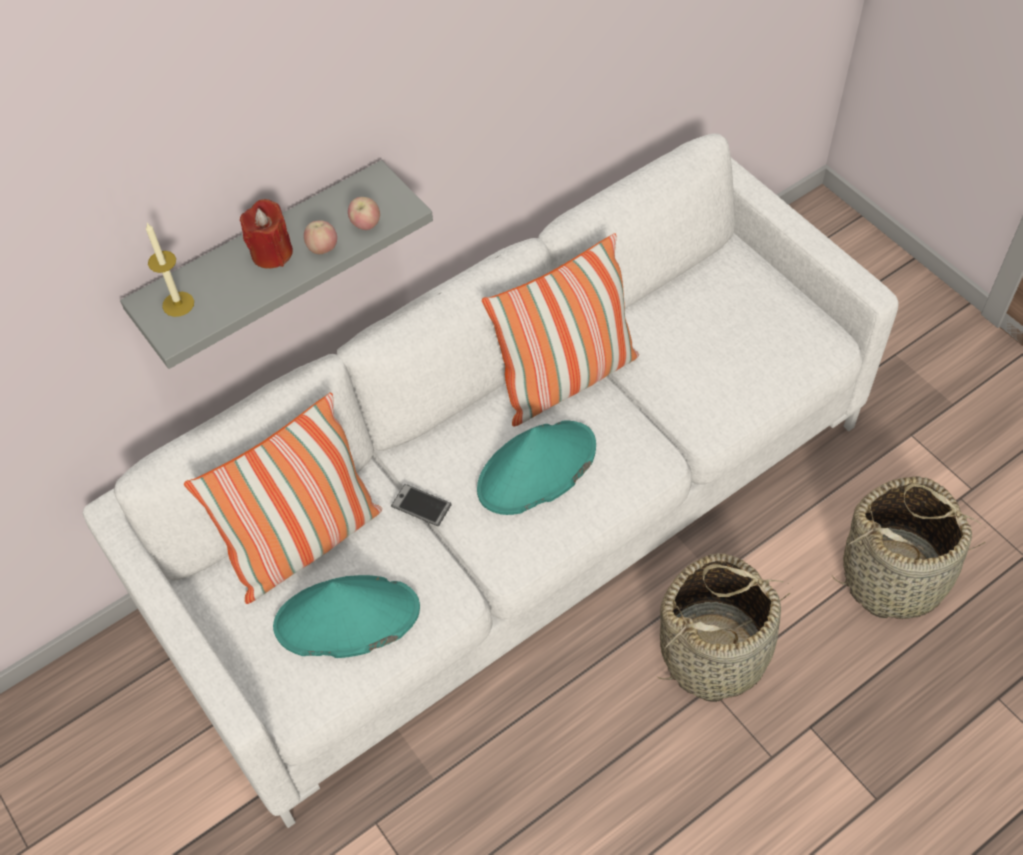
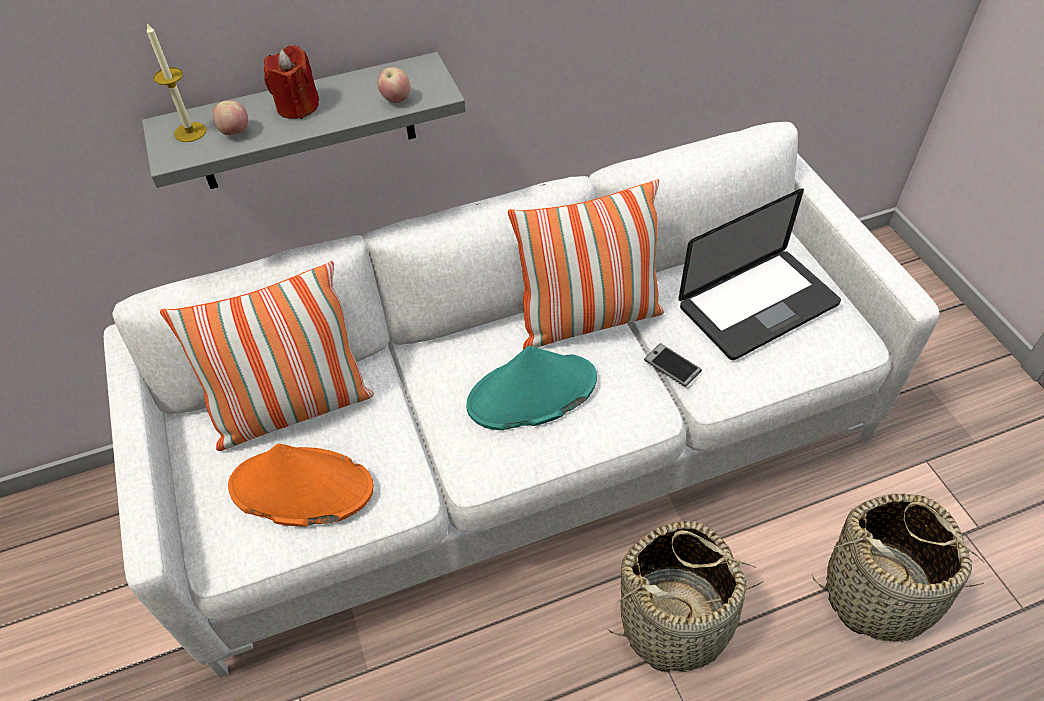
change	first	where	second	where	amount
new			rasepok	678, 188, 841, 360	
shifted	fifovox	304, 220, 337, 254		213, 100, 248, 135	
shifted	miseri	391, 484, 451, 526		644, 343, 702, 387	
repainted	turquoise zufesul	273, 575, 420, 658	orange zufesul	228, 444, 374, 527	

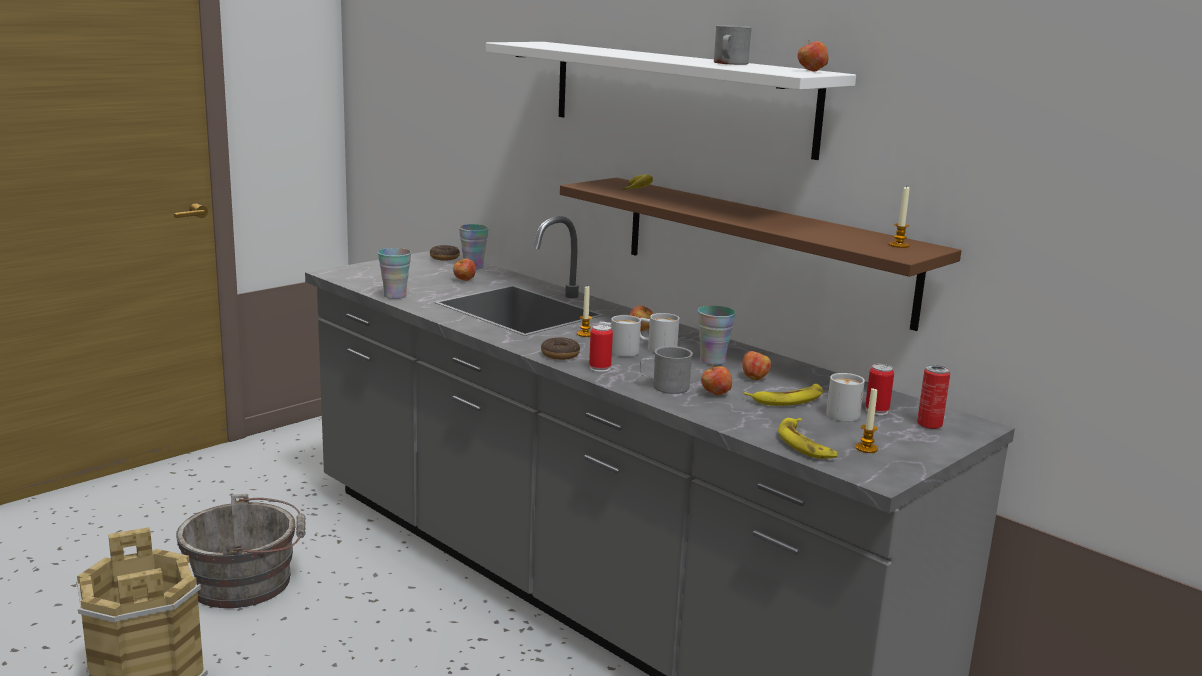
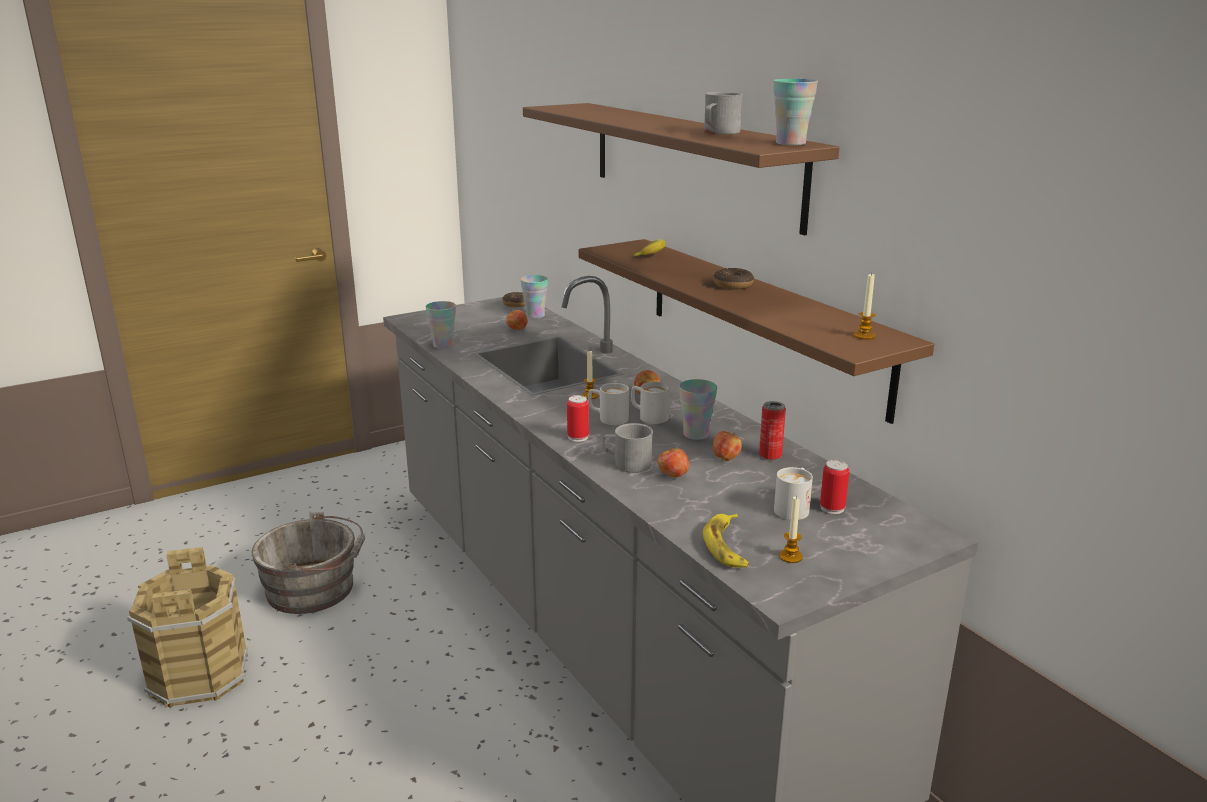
change	first	where	second	where	amount
gone	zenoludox	744, 383, 823, 406			
shifted	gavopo	541, 337, 580, 360		714, 268, 754, 290	
shifted	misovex	917, 365, 950, 429		759, 401, 786, 460	
swapped	fifovox	798, 40, 828, 72	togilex	773, 79, 818, 145	
repainted	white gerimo	486, 42, 856, 160	brown gerimo	523, 103, 839, 236	

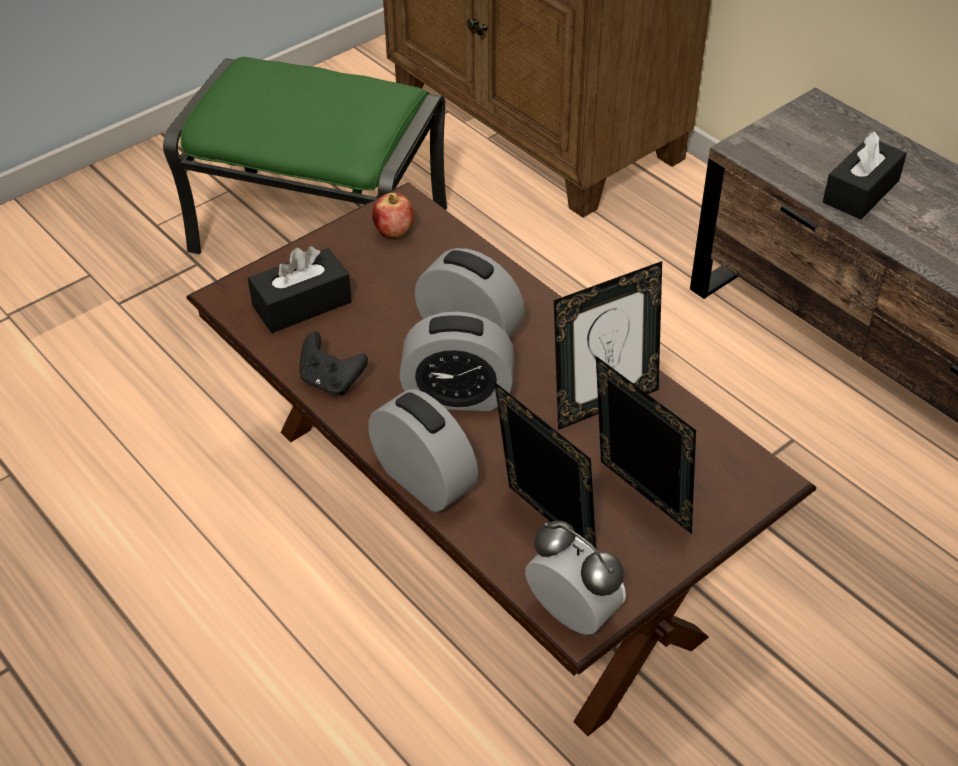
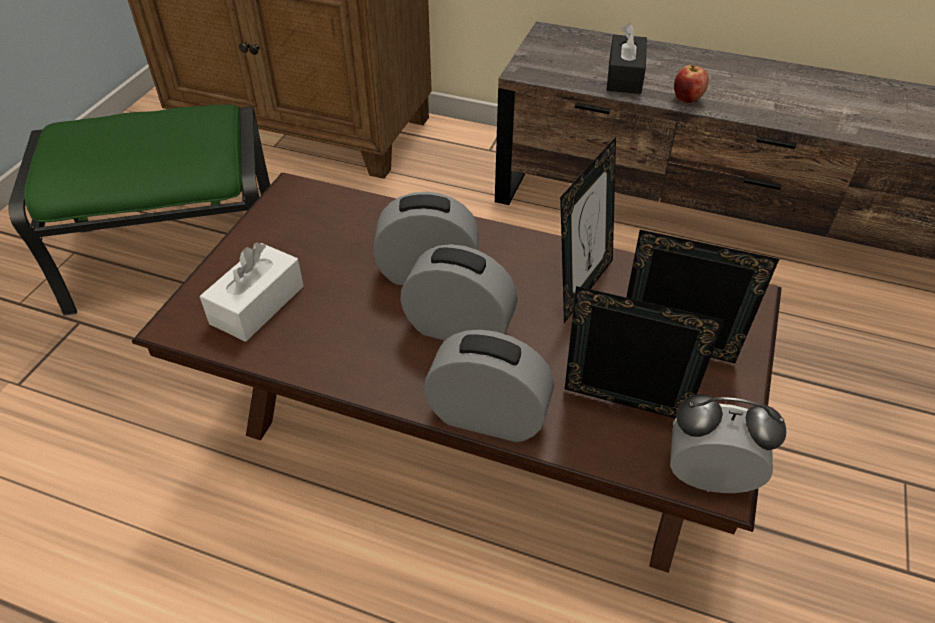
change	first	where	second	where	amount
gone	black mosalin	299, 332, 368, 395			
shifted	fifovox	372, 193, 415, 239		674, 65, 709, 103	
repainted	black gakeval	248, 246, 352, 333	white gakeval	200, 242, 304, 342	
rotated	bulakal	399, 311, 514, 411		400, 244, 518, 340	135 degrees counterclockwise

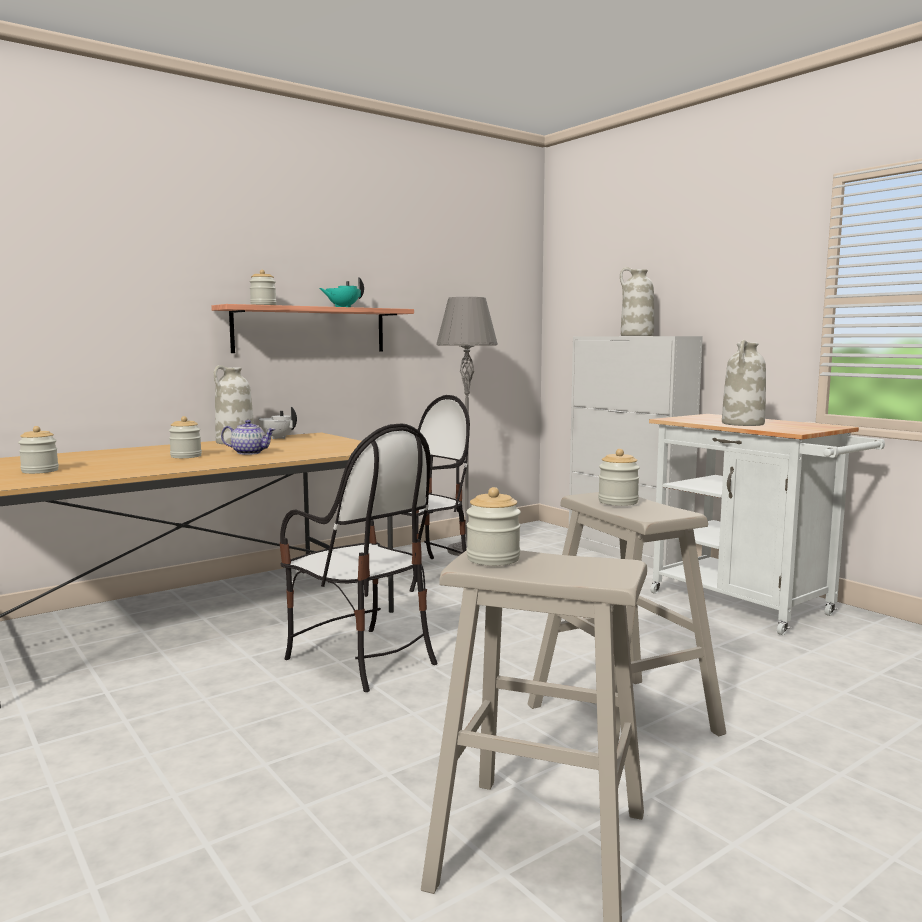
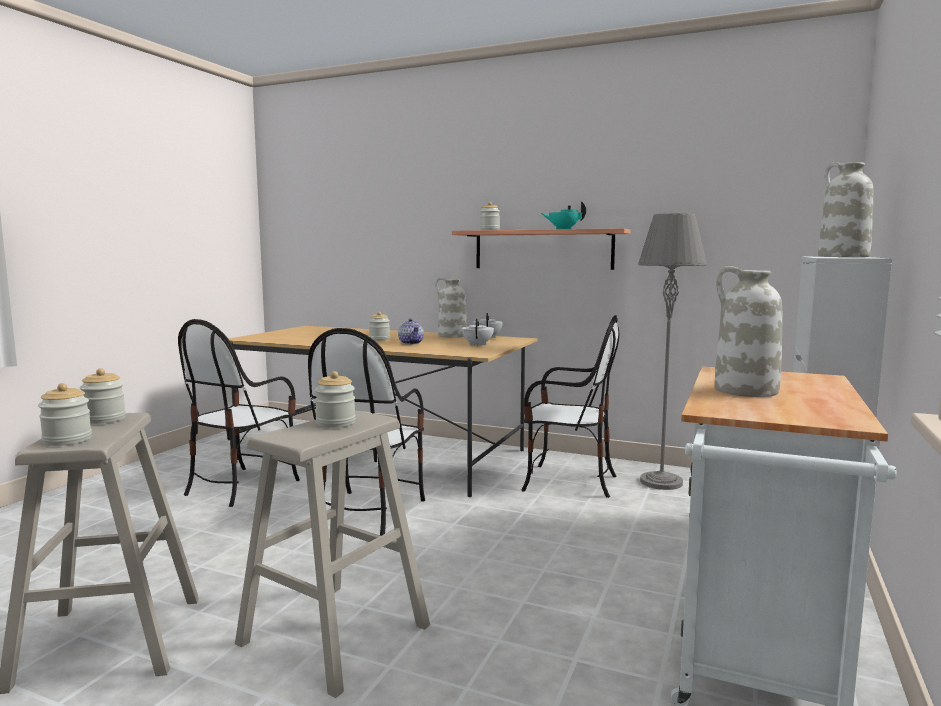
change	first	where	second	where	amount
new			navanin	178, 319, 300, 507	
new			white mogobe	462, 318, 494, 346	
shifted	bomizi	18, 426, 59, 474		38, 383, 92, 446	

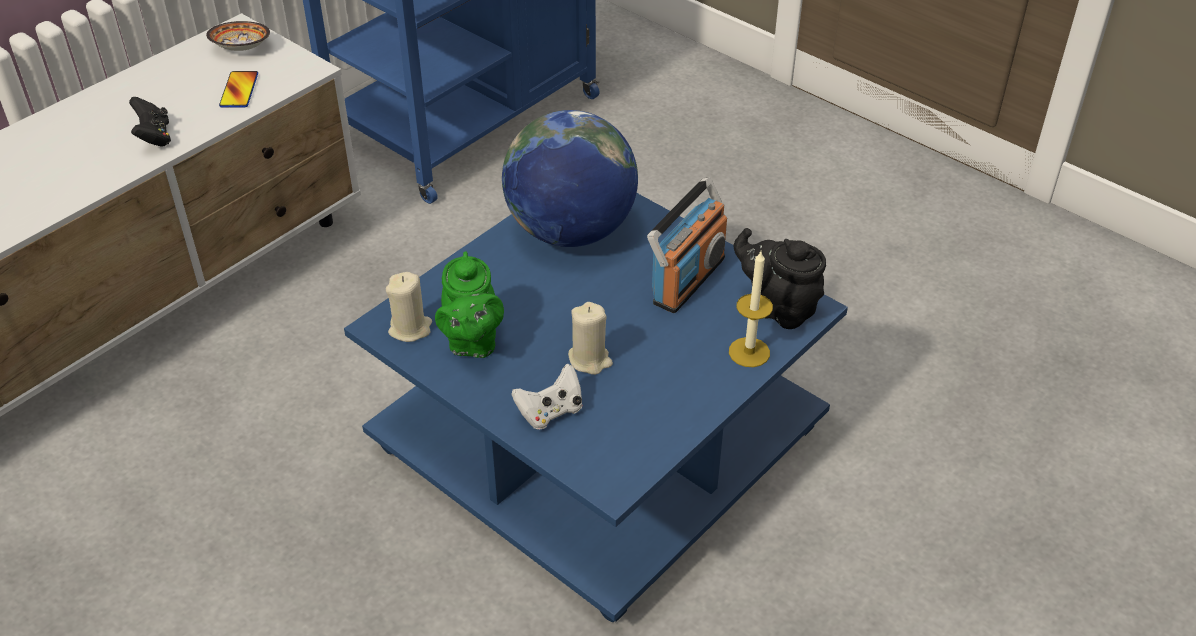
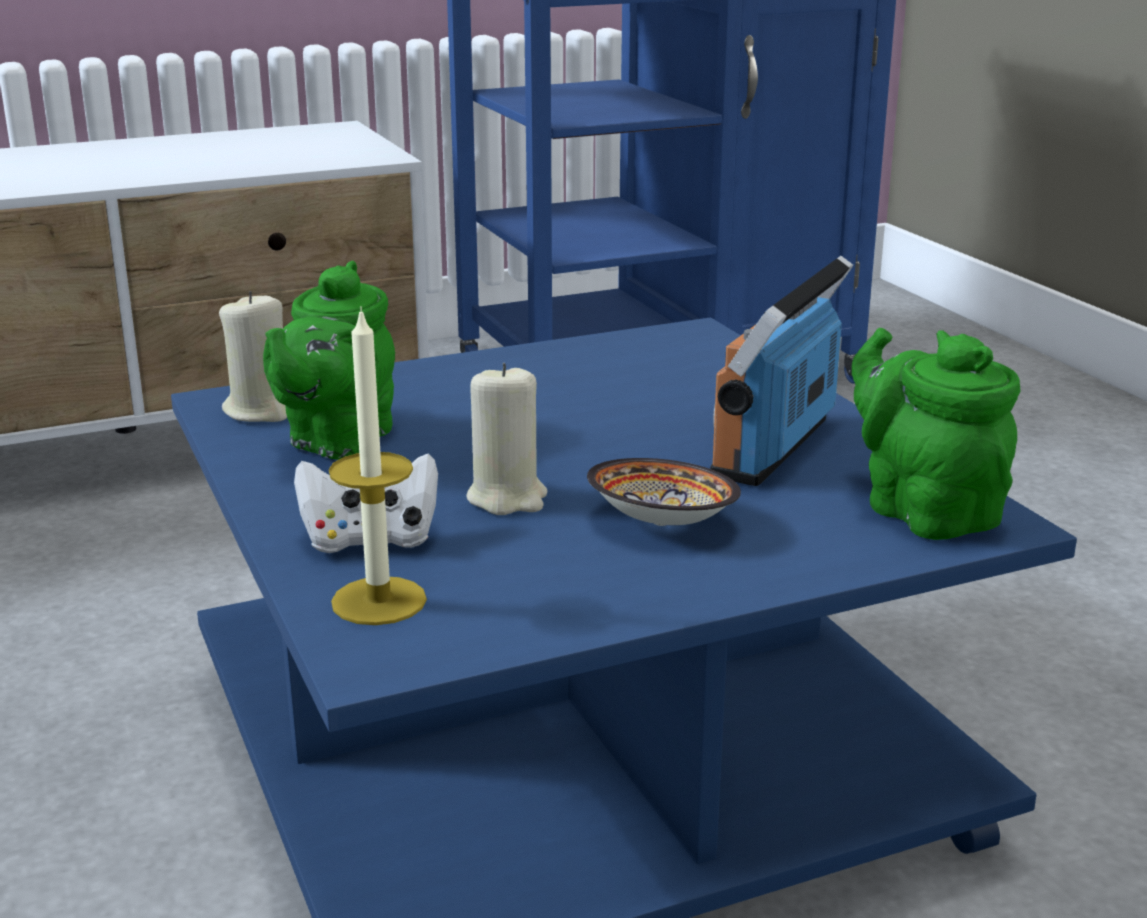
change	first	where	second	where	amount
gone	black mosalin	129, 97, 171, 147			
gone	miseri	219, 71, 258, 108			
gone	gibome	502, 110, 638, 247			
shifted	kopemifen	206, 21, 270, 51		587, 458, 741, 526	
shifted	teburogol	729, 251, 773, 367		329, 306, 427, 625	
repainted	black mogobe	734, 228, 826, 329	green mogobe	852, 328, 1020, 540	
rotated	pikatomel	647, 178, 727, 313		710, 256, 853, 486	150 degrees clockwise

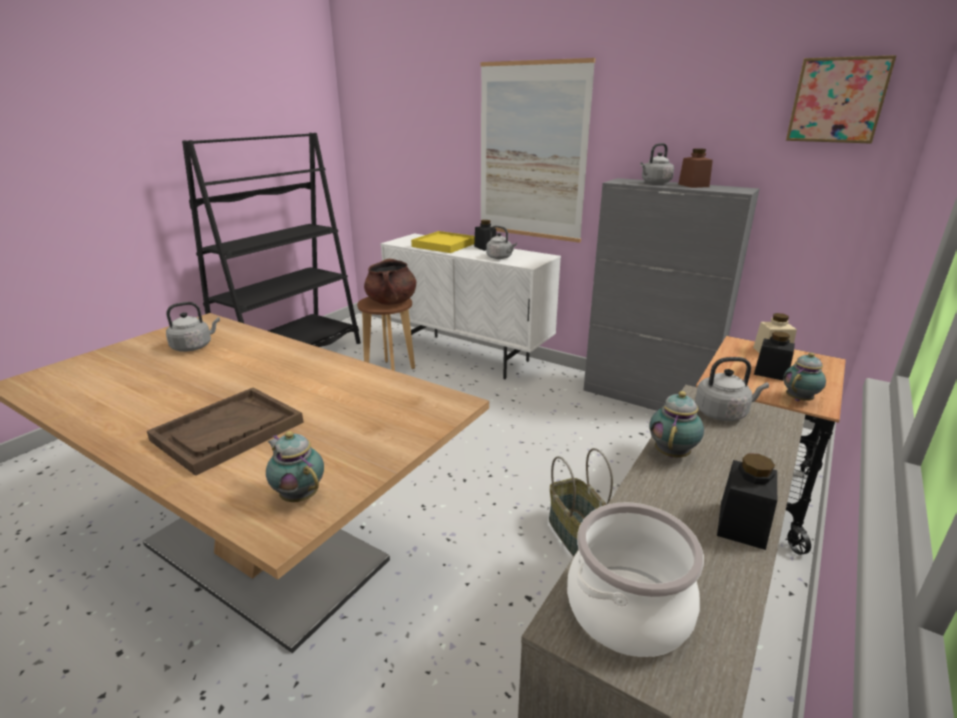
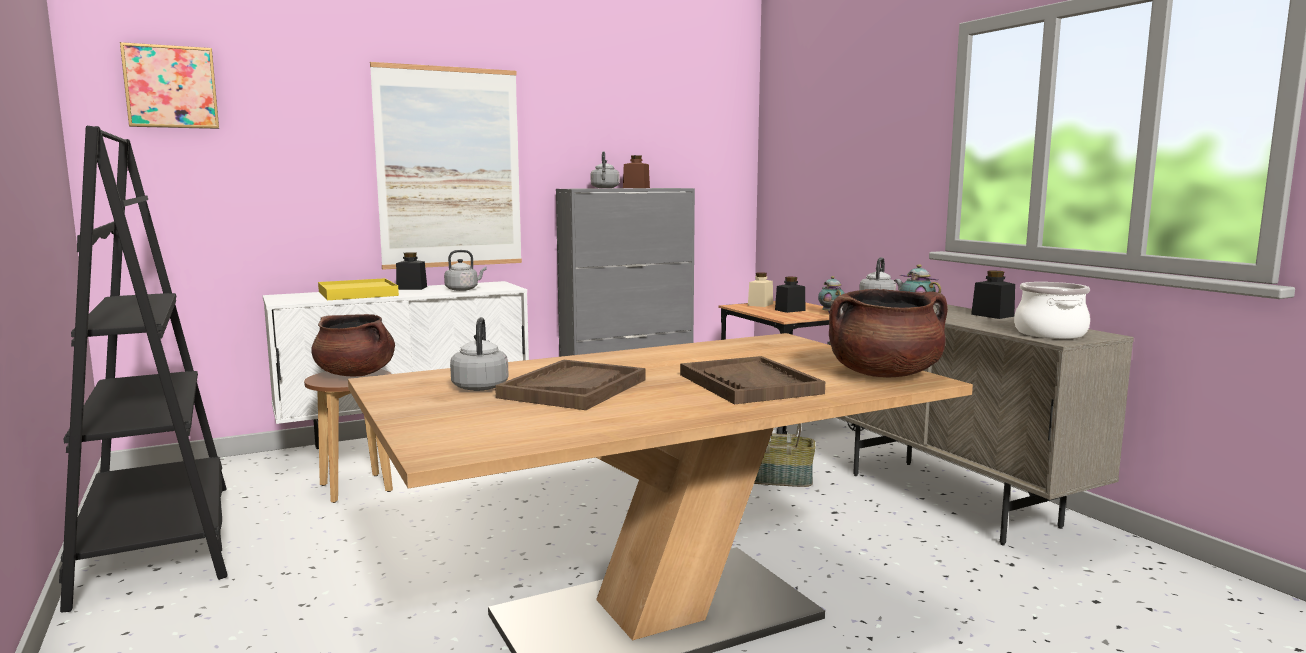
change	first	where	second	where	amount
new			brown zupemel	495, 360, 646, 410	
shifted	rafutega	786, 55, 897, 144		120, 42, 219, 129	
swapped	mogobe	266, 431, 324, 502	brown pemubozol	829, 289, 948, 378	

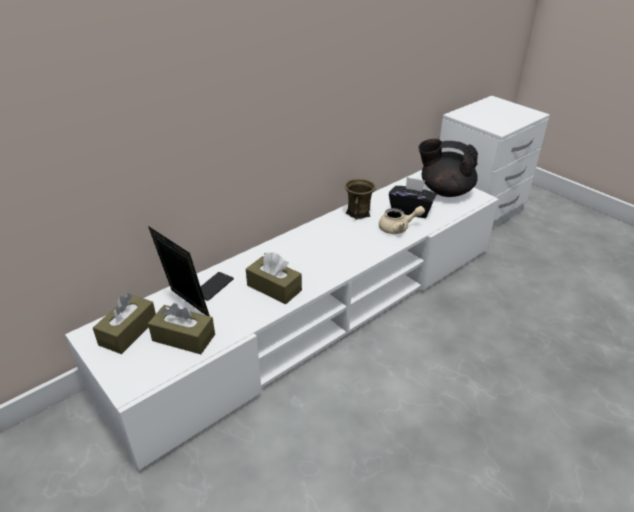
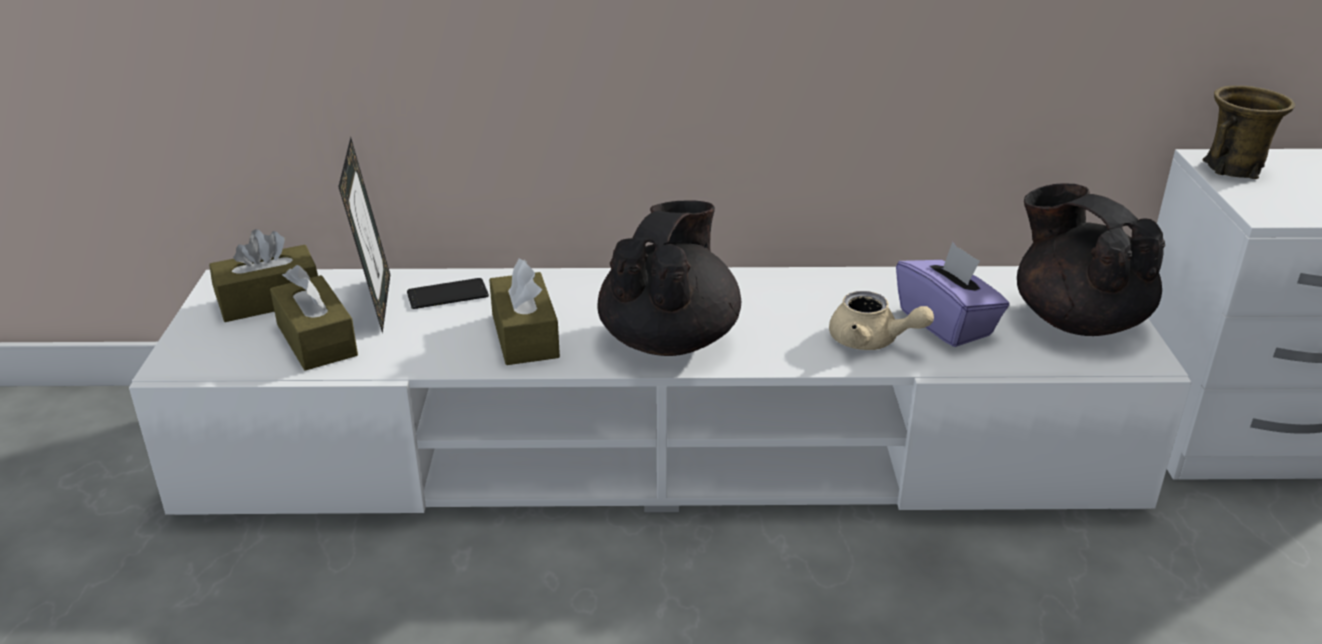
change	first	where	second	where	amount
new			black mogobe	597, 201, 741, 356	
shifted	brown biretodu	344, 179, 376, 220		1203, 85, 1295, 179	
repainted	black gakeval	389, 177, 437, 218	purple gakeval	896, 242, 1010, 347	

